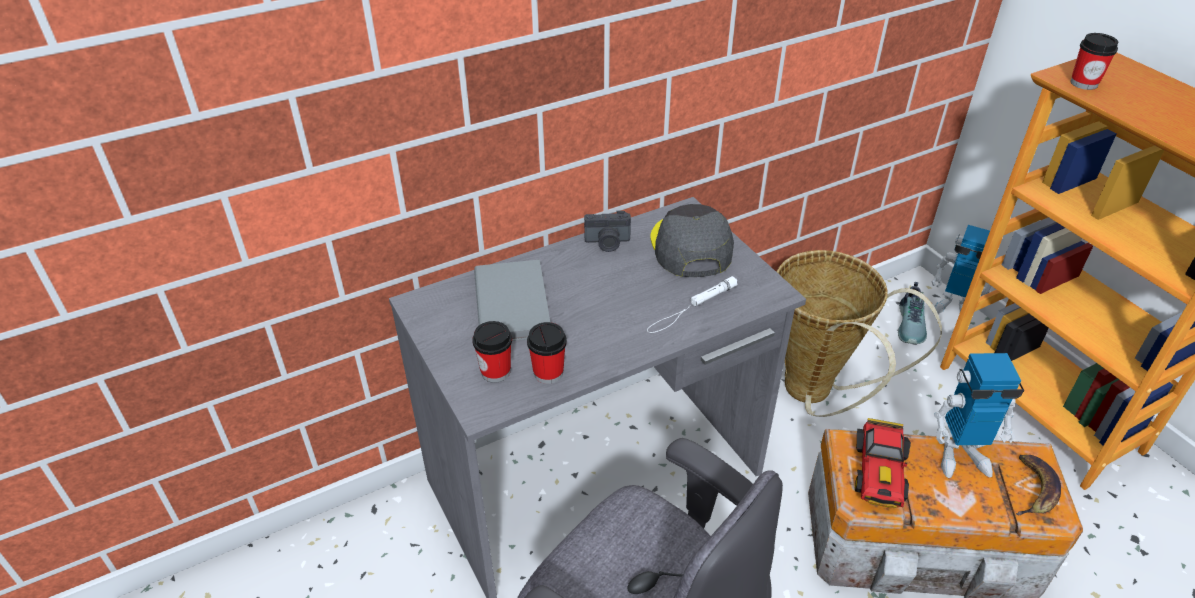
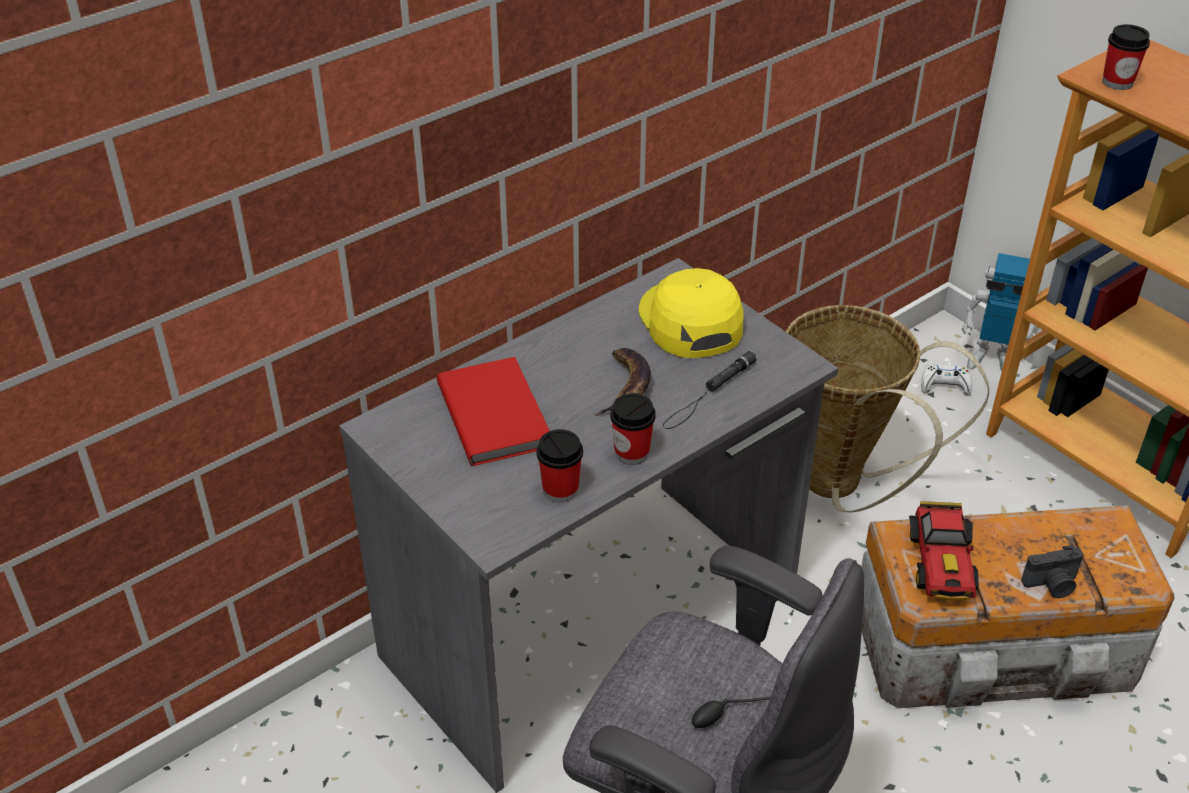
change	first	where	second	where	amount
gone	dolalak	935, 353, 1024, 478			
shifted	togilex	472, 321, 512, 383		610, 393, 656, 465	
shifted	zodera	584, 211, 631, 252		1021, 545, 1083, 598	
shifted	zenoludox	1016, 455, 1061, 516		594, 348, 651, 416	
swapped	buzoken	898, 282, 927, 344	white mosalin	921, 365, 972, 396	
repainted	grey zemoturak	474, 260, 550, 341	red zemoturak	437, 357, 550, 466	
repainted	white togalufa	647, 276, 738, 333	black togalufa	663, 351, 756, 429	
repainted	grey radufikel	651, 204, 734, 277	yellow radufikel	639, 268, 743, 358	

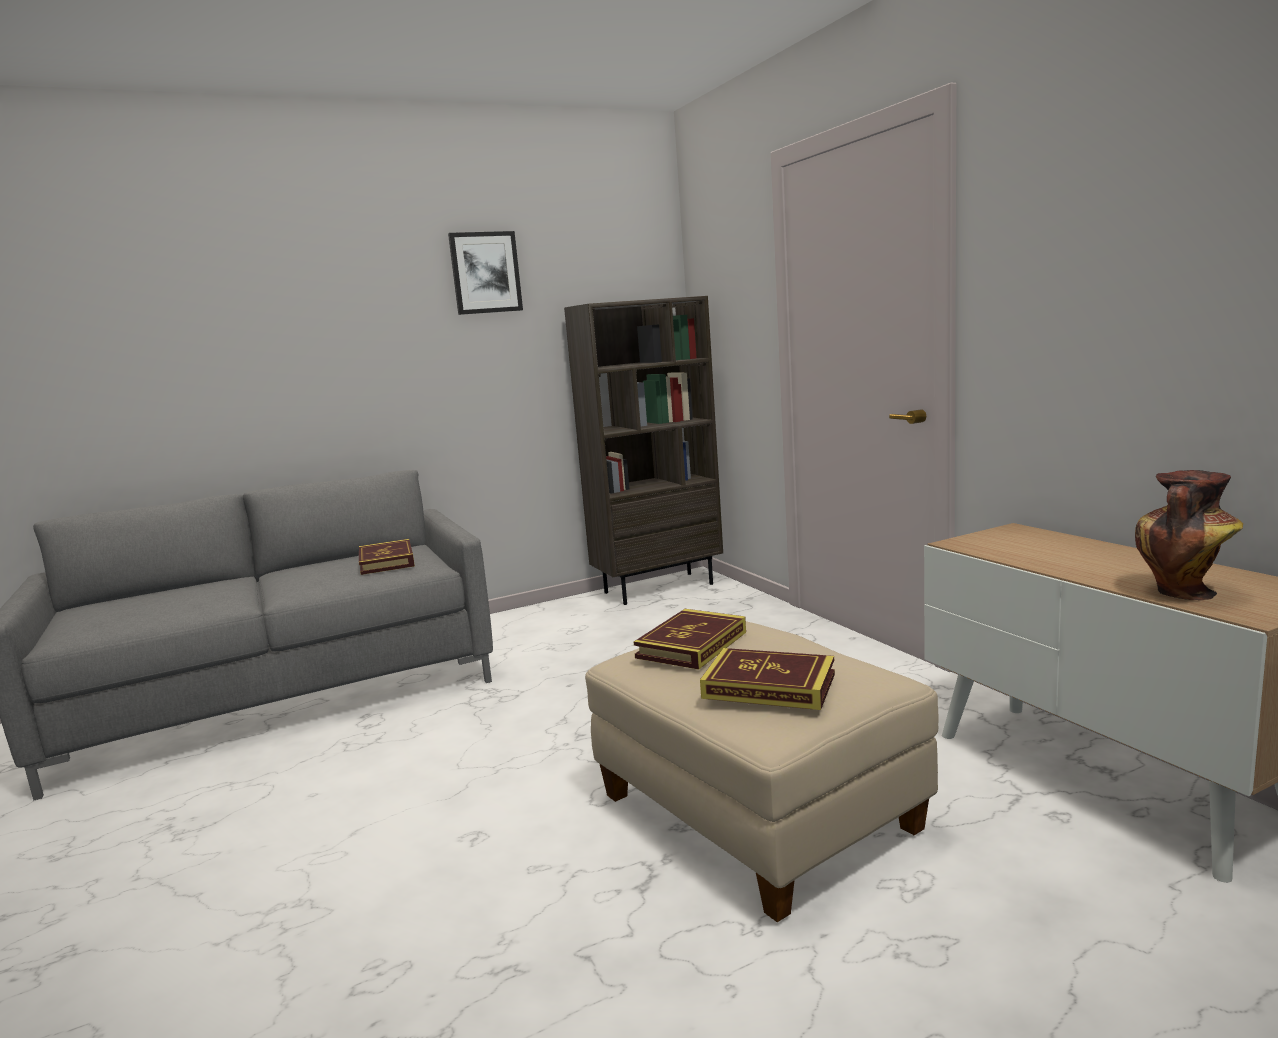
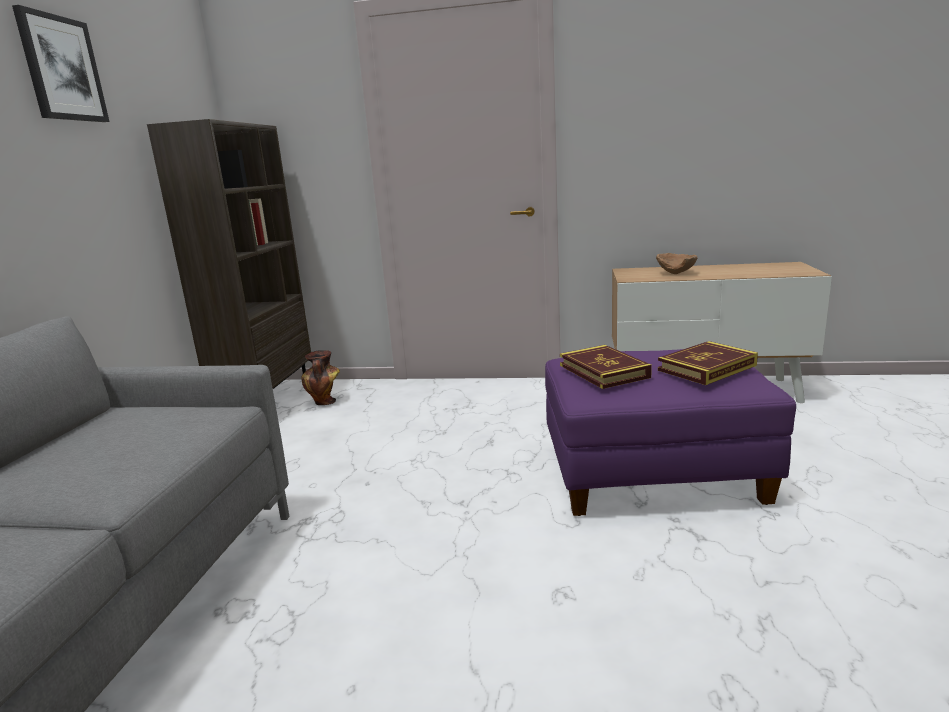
change	first	where	second	where	amount
gone	zemoturak	359, 539, 415, 575			
new			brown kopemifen	656, 253, 697, 274	
shifted	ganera	1135, 470, 1243, 600		302, 350, 340, 405	
repainted	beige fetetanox	585, 621, 938, 922	purple fetetanox	545, 349, 796, 516	

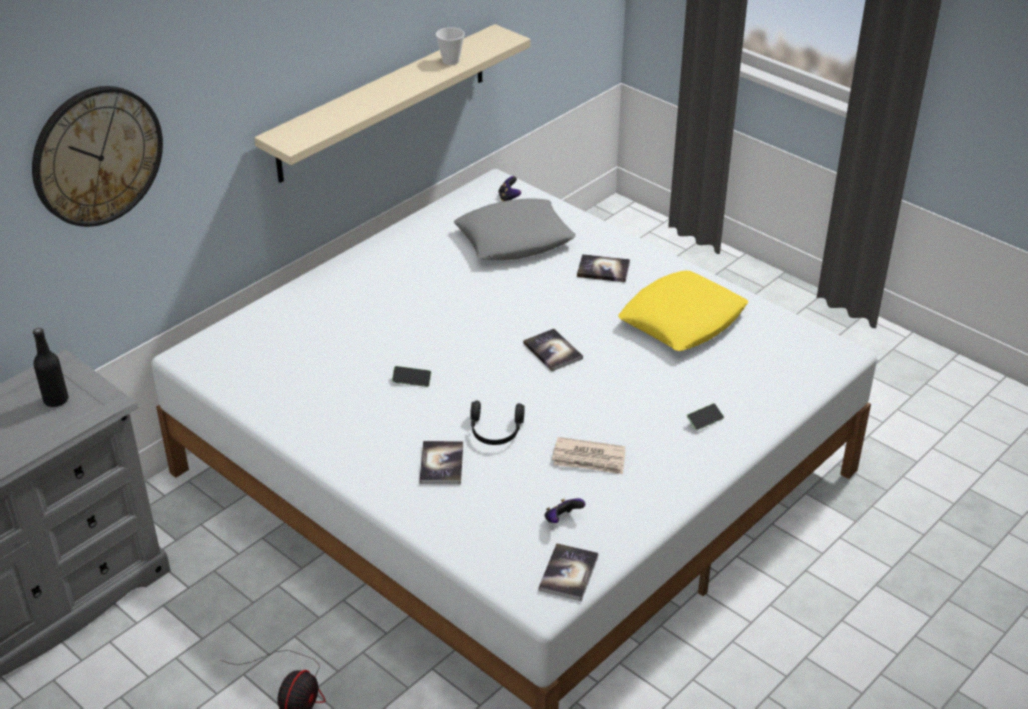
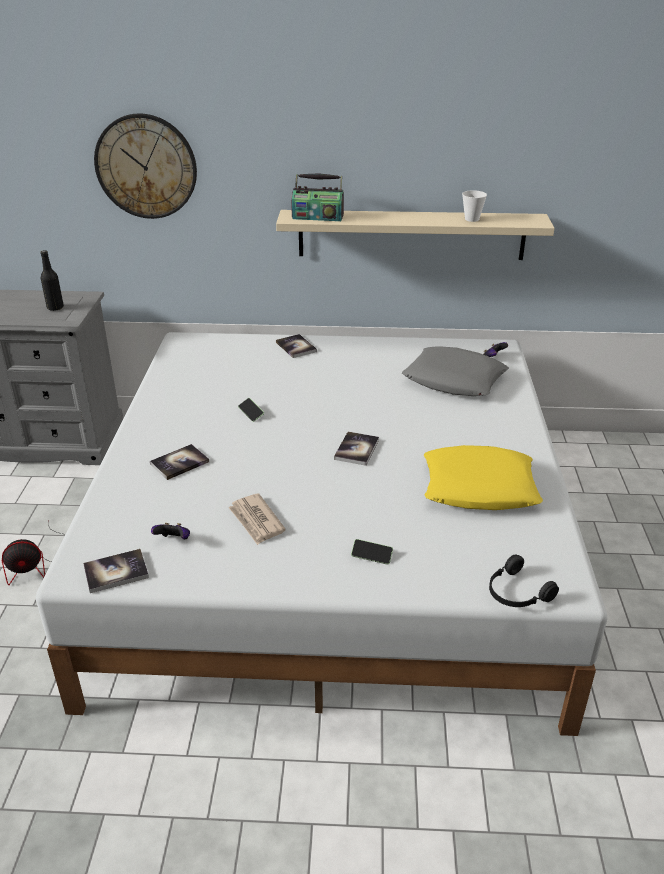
change	first	where	second	where	amount
new			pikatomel	291, 174, 344, 221	
shifted	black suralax	470, 401, 525, 445		489, 555, 559, 607	
shifted	zemoturak	577, 254, 630, 282		276, 334, 317, 358	

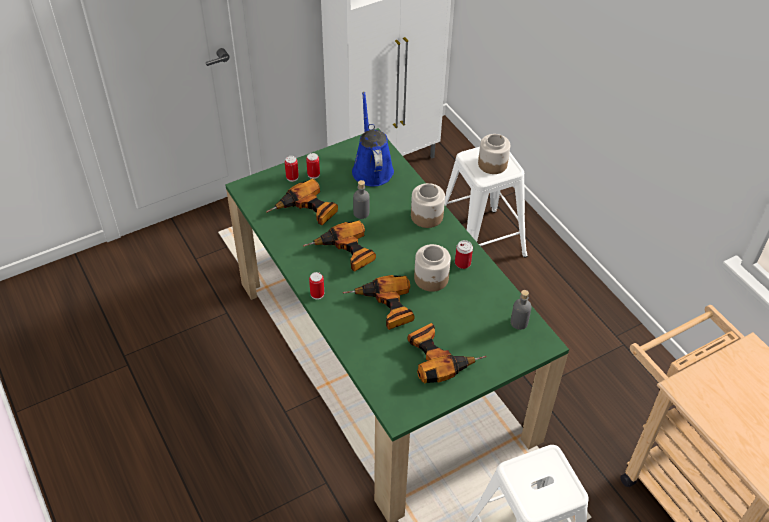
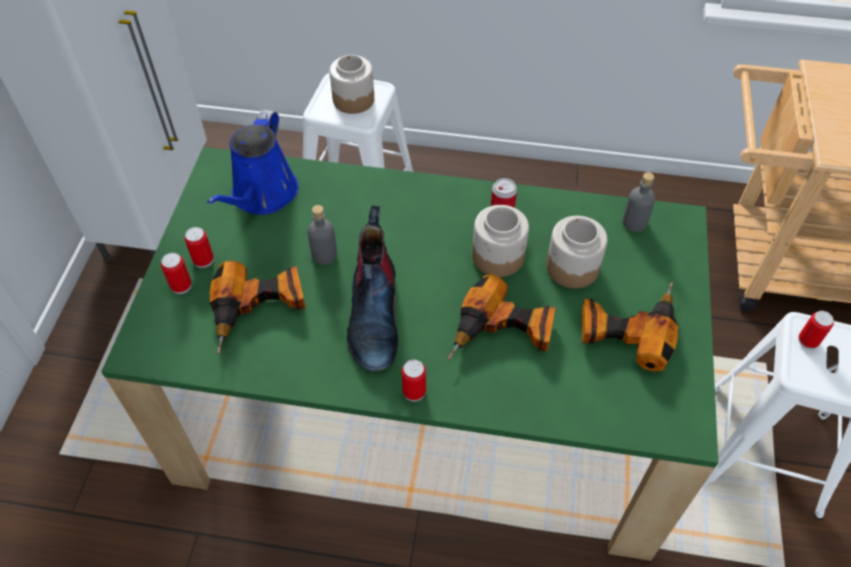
change	first	where	second	where	amount
new			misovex	798, 311, 834, 349	
shifted	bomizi	411, 183, 445, 228		546, 216, 607, 288	
swapped	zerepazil	303, 221, 376, 271	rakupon	347, 205, 398, 371	
rotated	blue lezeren	352, 92, 394, 187		207, 110, 299, 215	105 degrees counterclockwise

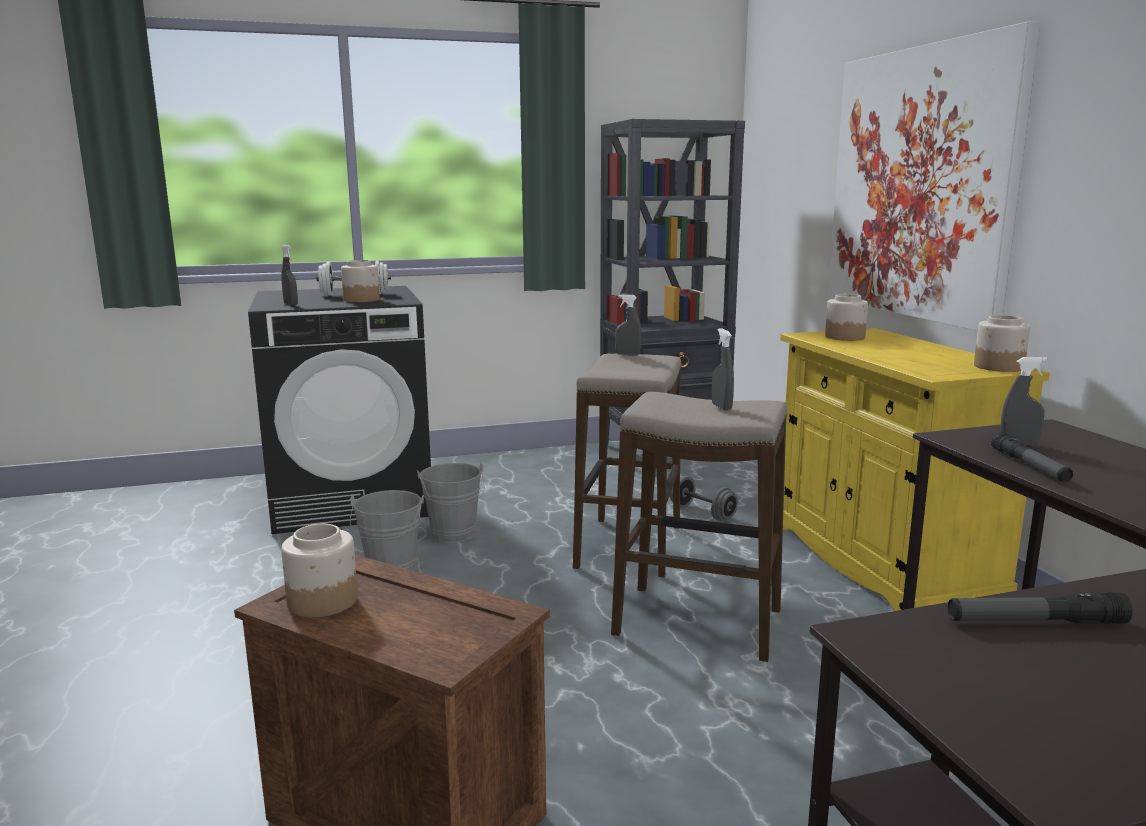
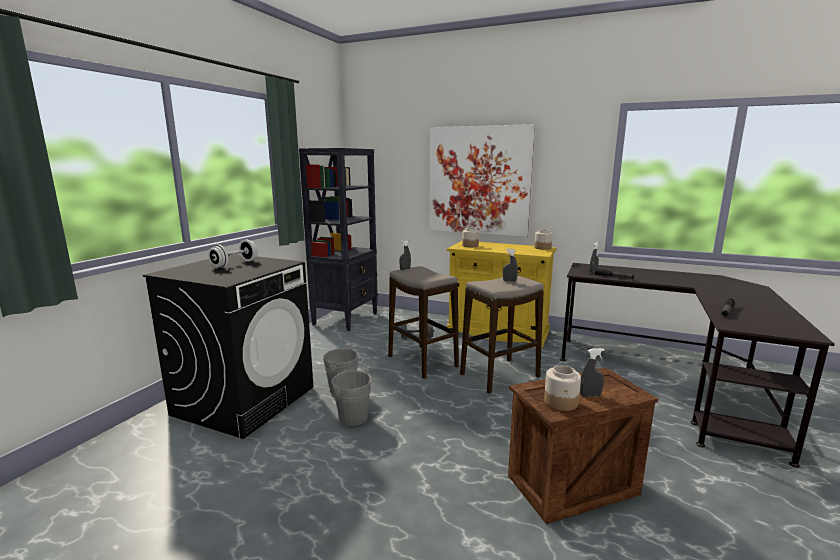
change	first	where	second	where	amount
gone	bomizi	341, 260, 380, 302			
shifted	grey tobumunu	281, 245, 298, 306		580, 348, 605, 397	

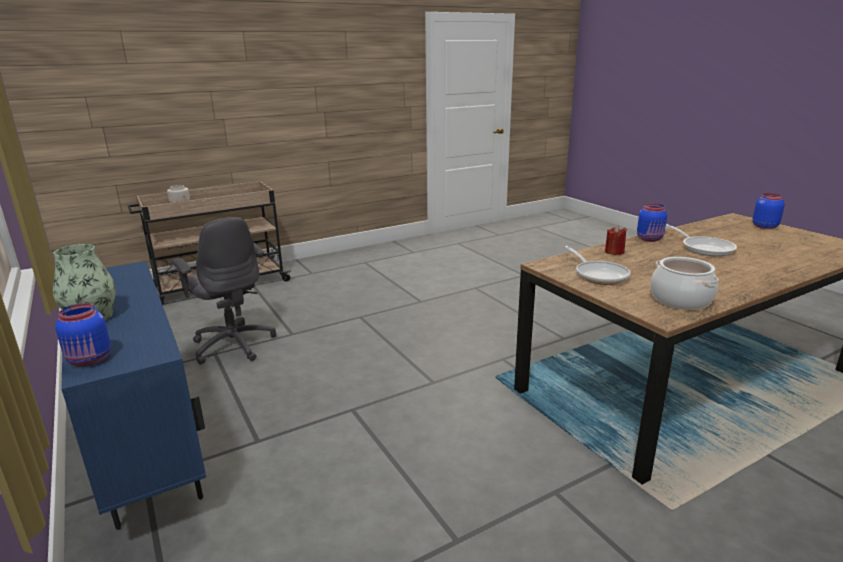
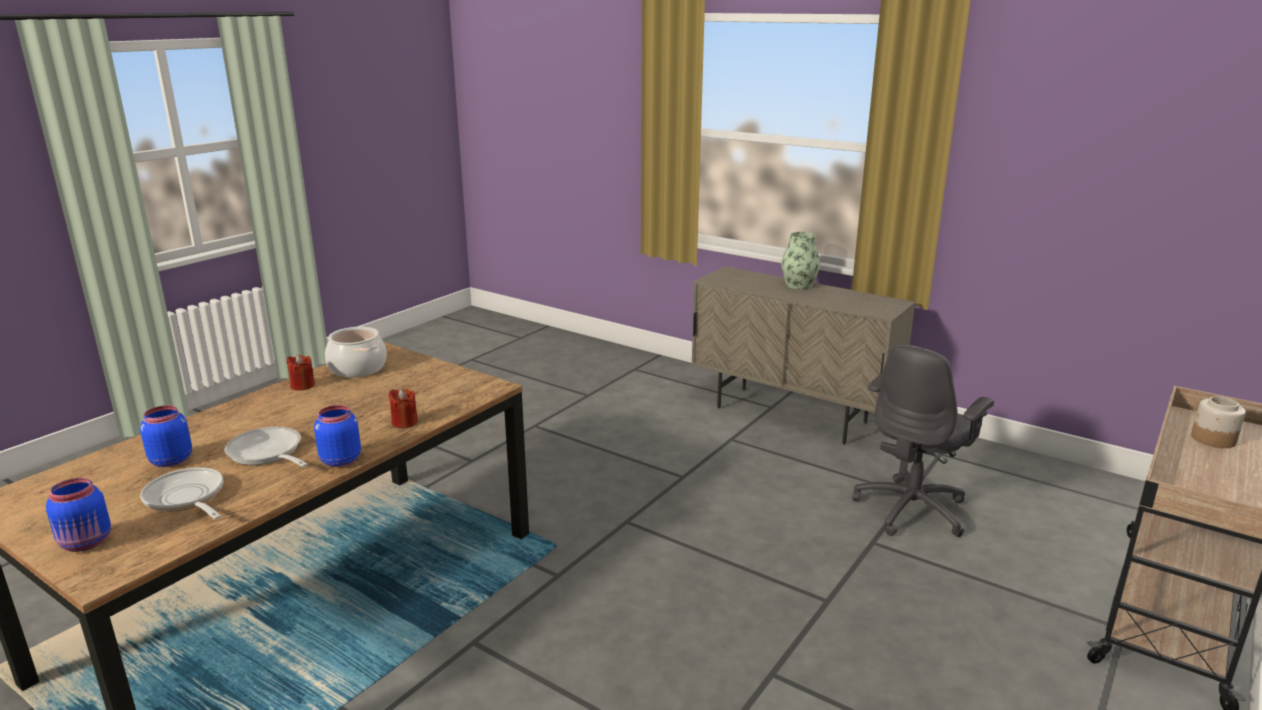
change	first	where	second	where	amount
new			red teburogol	287, 354, 315, 391	
shifted	blue bomizi	55, 303, 111, 367		140, 405, 192, 467	
shifted	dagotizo	565, 246, 630, 285		140, 467, 223, 519	
repainted	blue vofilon	61, 261, 206, 530	beige vofilon	691, 266, 916, 445	
rotated	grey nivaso	171, 217, 276, 365		852, 345, 994, 537	75 degrees counterclockwise

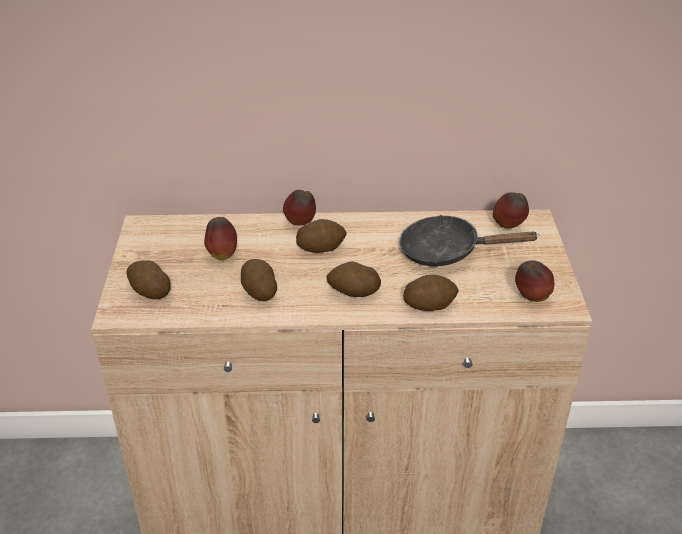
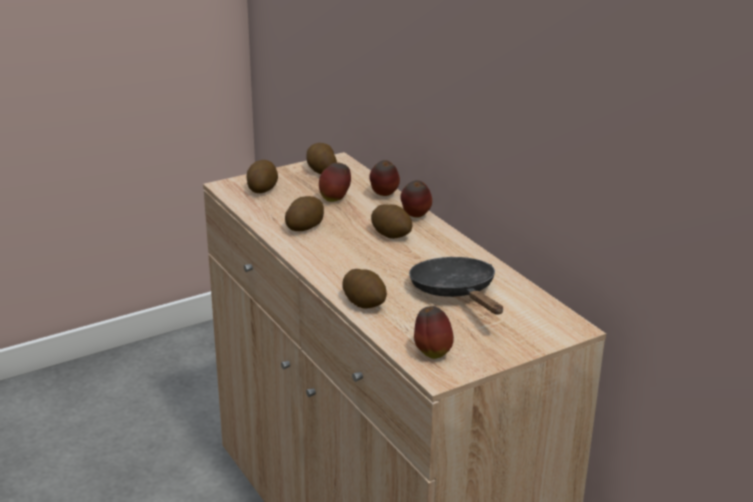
change	first	where	second	where	amount
shifted	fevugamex	327, 261, 381, 297		306, 143, 337, 174	
shifted	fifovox	493, 192, 529, 228		369, 160, 400, 196	

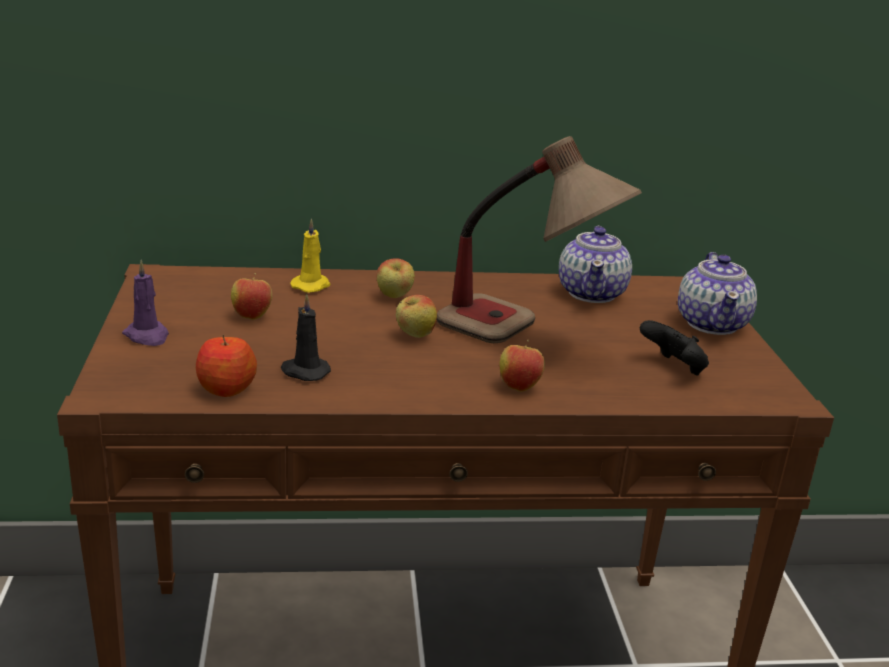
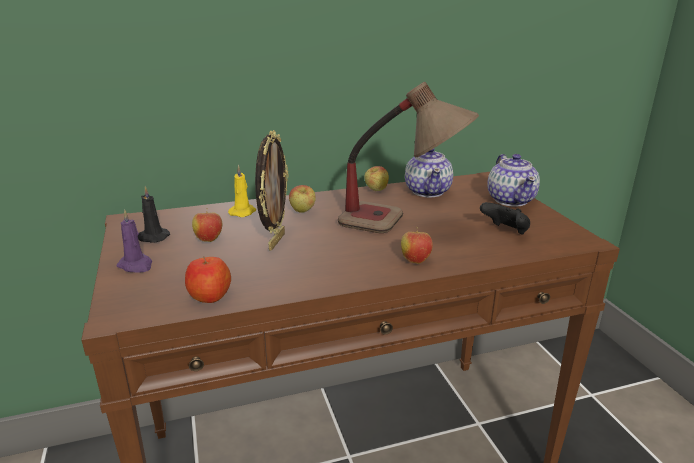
change	first	where	second	where	amount
new			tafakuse	255, 130, 289, 251	
shifted	black teburogol	281, 294, 331, 381		138, 186, 170, 243	
shifted	fifovox	396, 295, 437, 338		365, 166, 389, 191	

